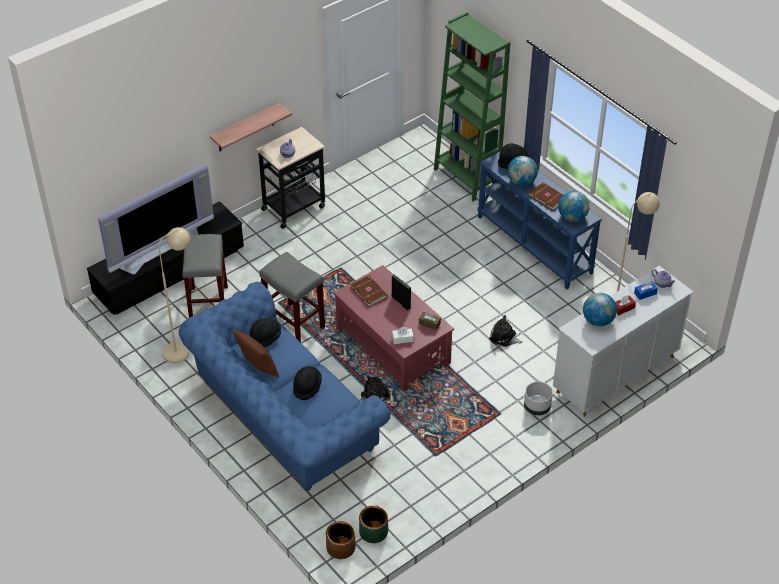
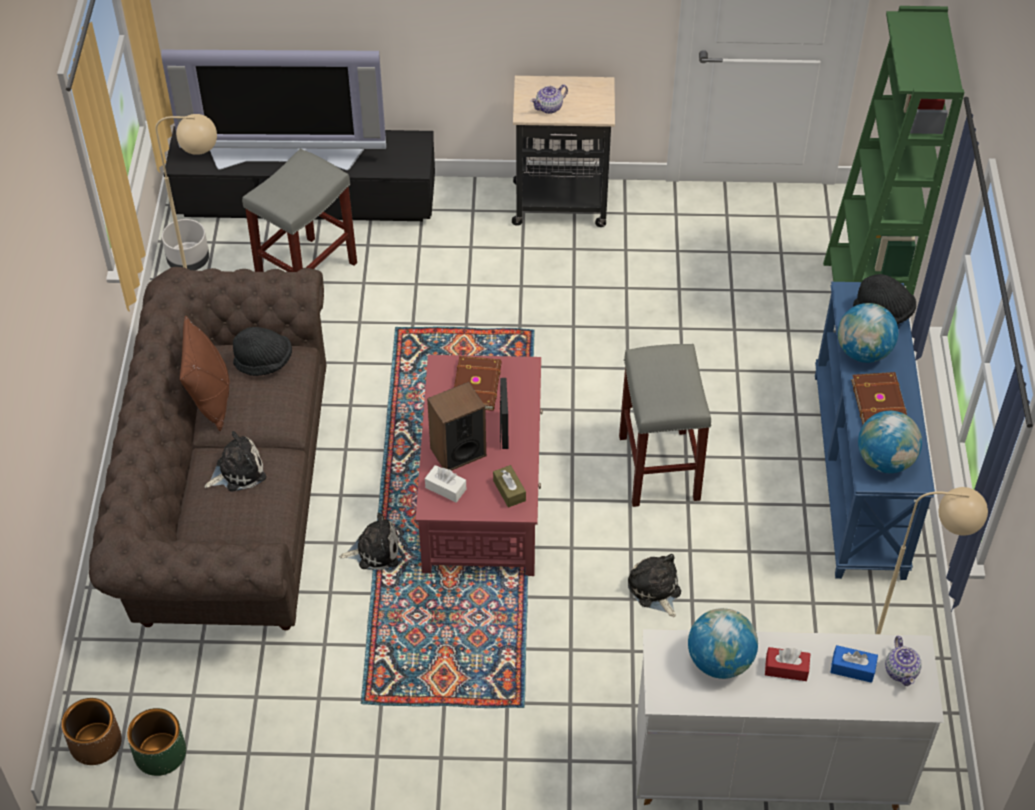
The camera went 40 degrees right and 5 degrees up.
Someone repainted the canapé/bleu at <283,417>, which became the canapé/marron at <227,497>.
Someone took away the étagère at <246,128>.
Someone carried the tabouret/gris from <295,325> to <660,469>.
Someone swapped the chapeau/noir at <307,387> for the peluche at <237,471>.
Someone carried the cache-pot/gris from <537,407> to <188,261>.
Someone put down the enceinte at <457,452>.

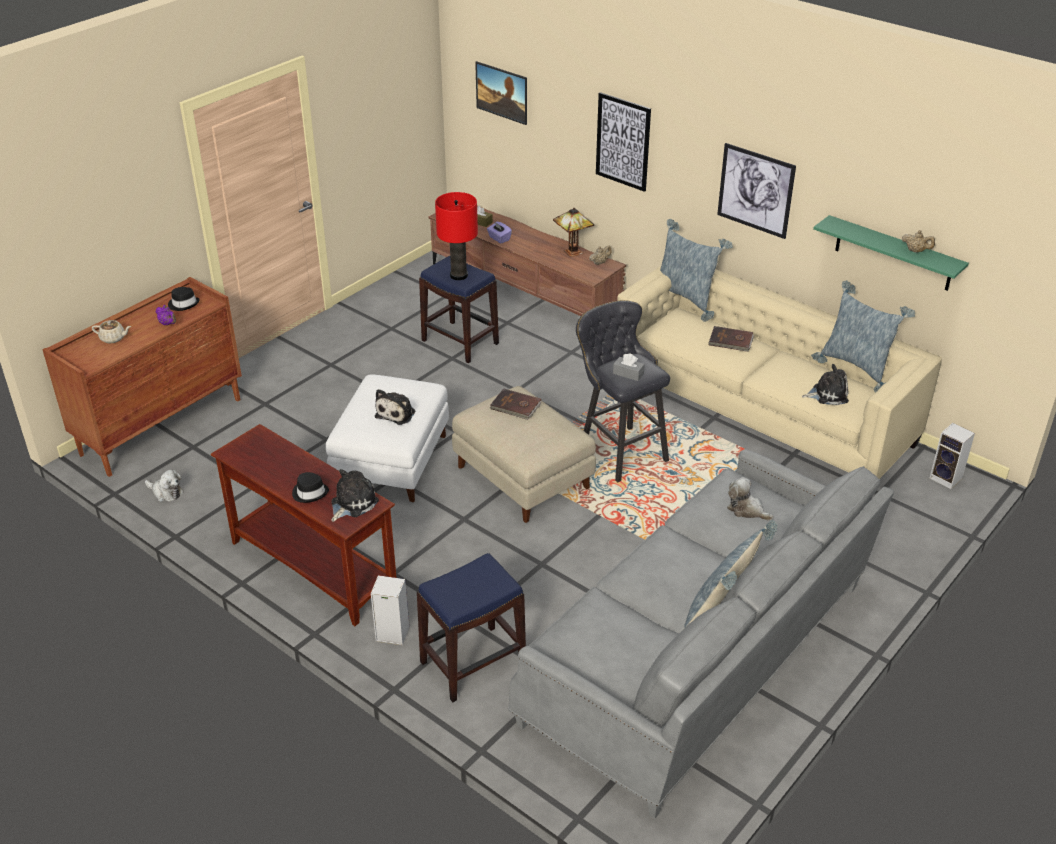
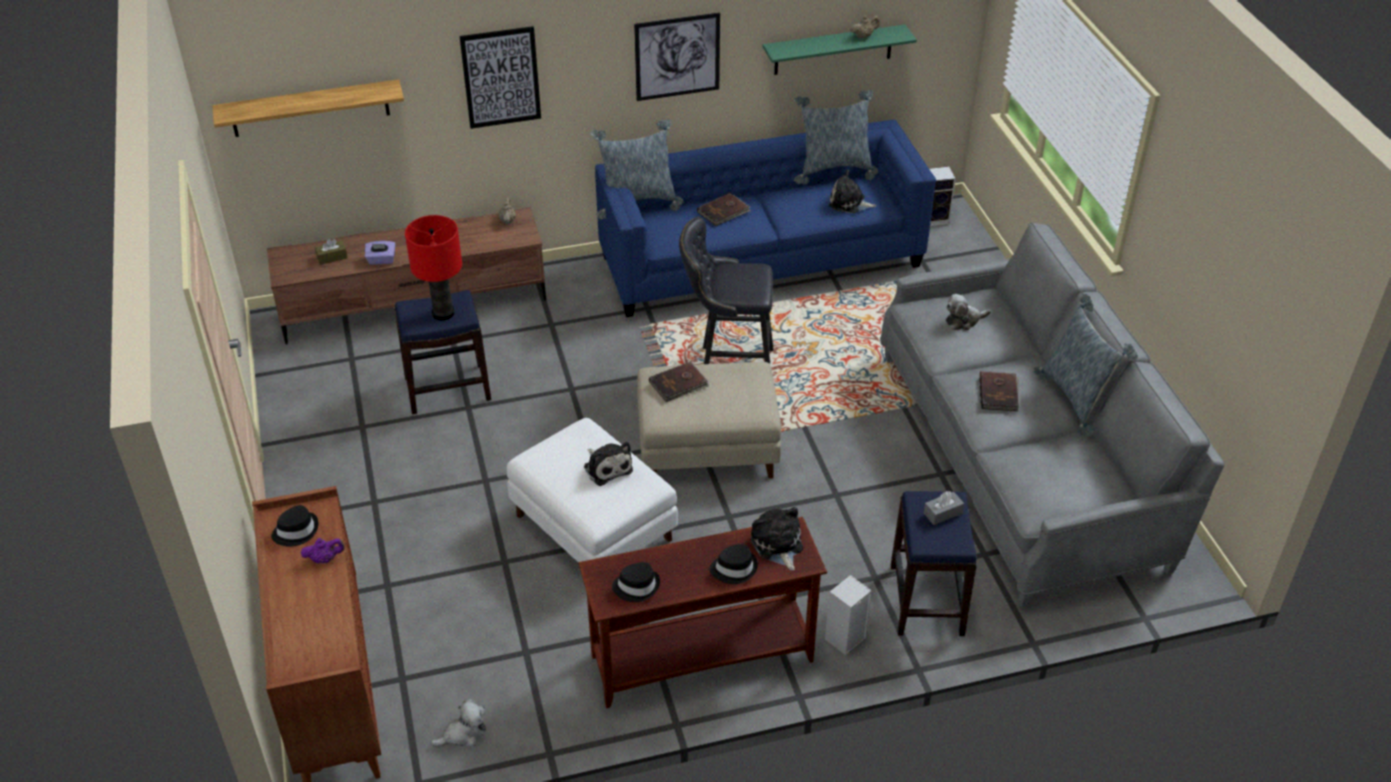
The camera went 55 degrees left and 5 degrees up.
Someone took away the théière/beige at <113,338>.
Someone swapped the tableau at <501,104> for the étagère at <310,108>.
Someone took away the lampe de table at <572,253>.
Someone carried the boîte à mouchoirs/gris from <628,373> to <942,513>.
Someone repainted the canapé/beige at <761,411>, which became the canapé/bleu at <761,261>.
Someone rotated the peluche at <827,394> by 105 degrees counterclockwise.
Someone put down the chapeau/noir at <636,586>.
Someone put down the livre/marron at <999,393>.

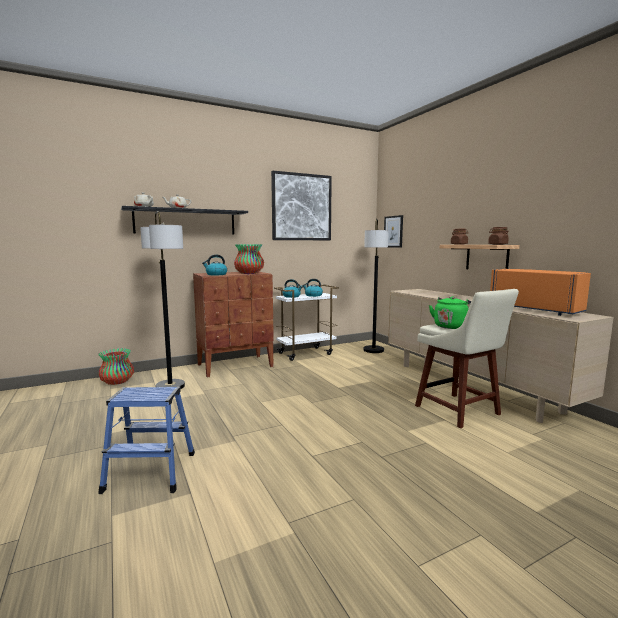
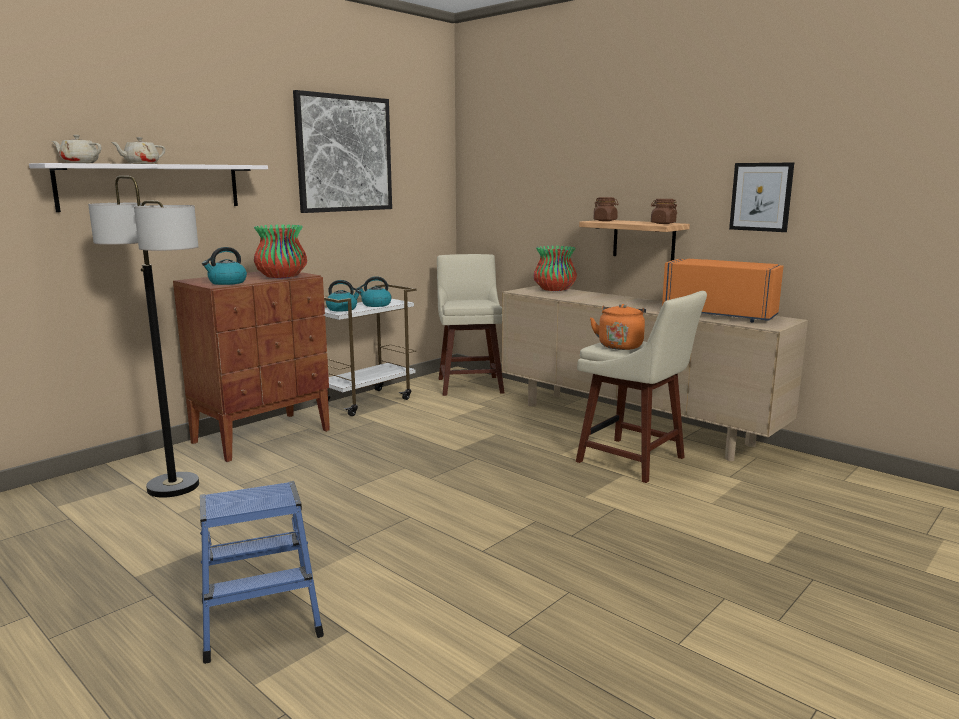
The camera went 20 degrees left and 5 degrees up.
Someone carried the vase from <117,382> to <555,290>.
Someone repainted the étagère/noir at <186,222>, which became the étagère/blanc at <152,186>.
Someone swapped the lampadaire at <373,350> for the tabouret/beige at <470,384>.
Someone carried the tableau from <393,231> to <761,197>.
Someone repainted the bouilloire/vert at <450,326>, which became the bouilloire/orange at <620,346>.

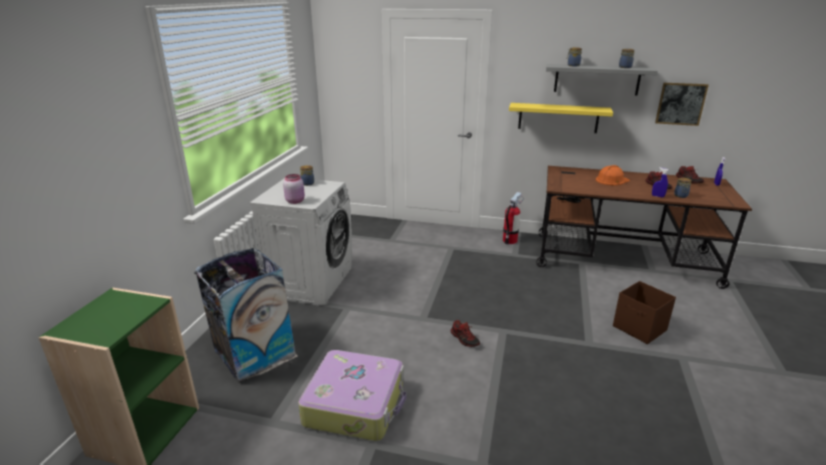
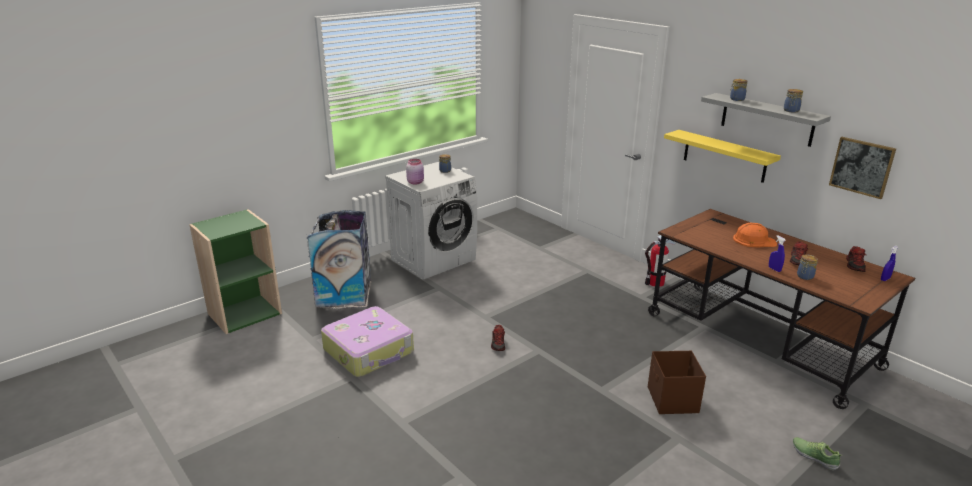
The camera went 35 degrees right and 0 degrees up.
Someone put down the chaussure at <814,456>.

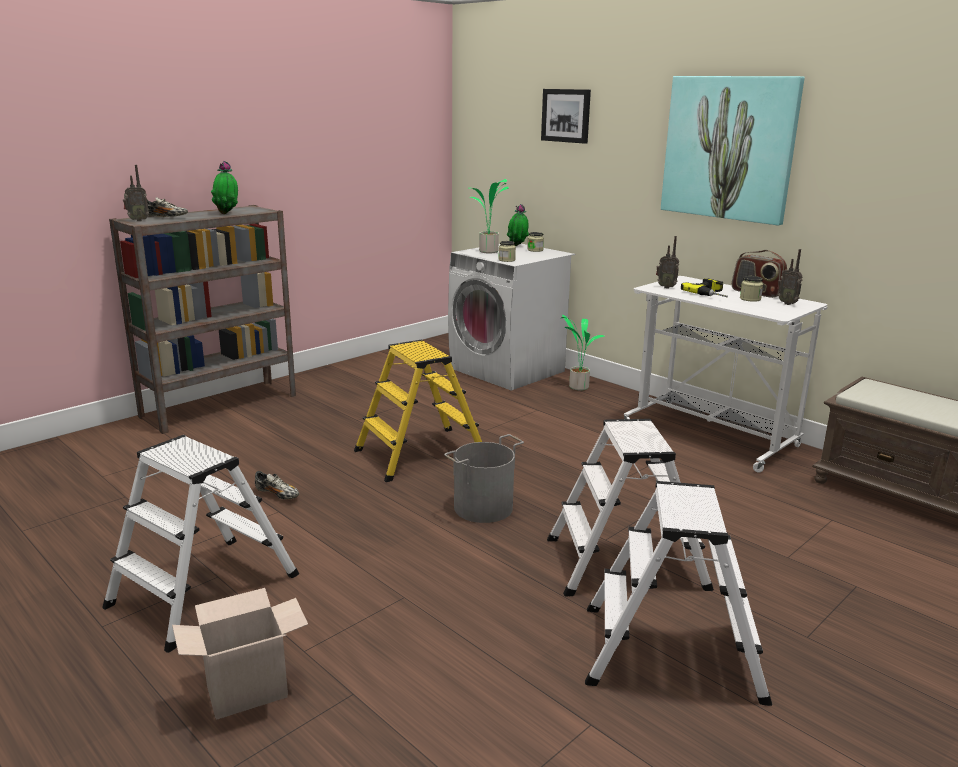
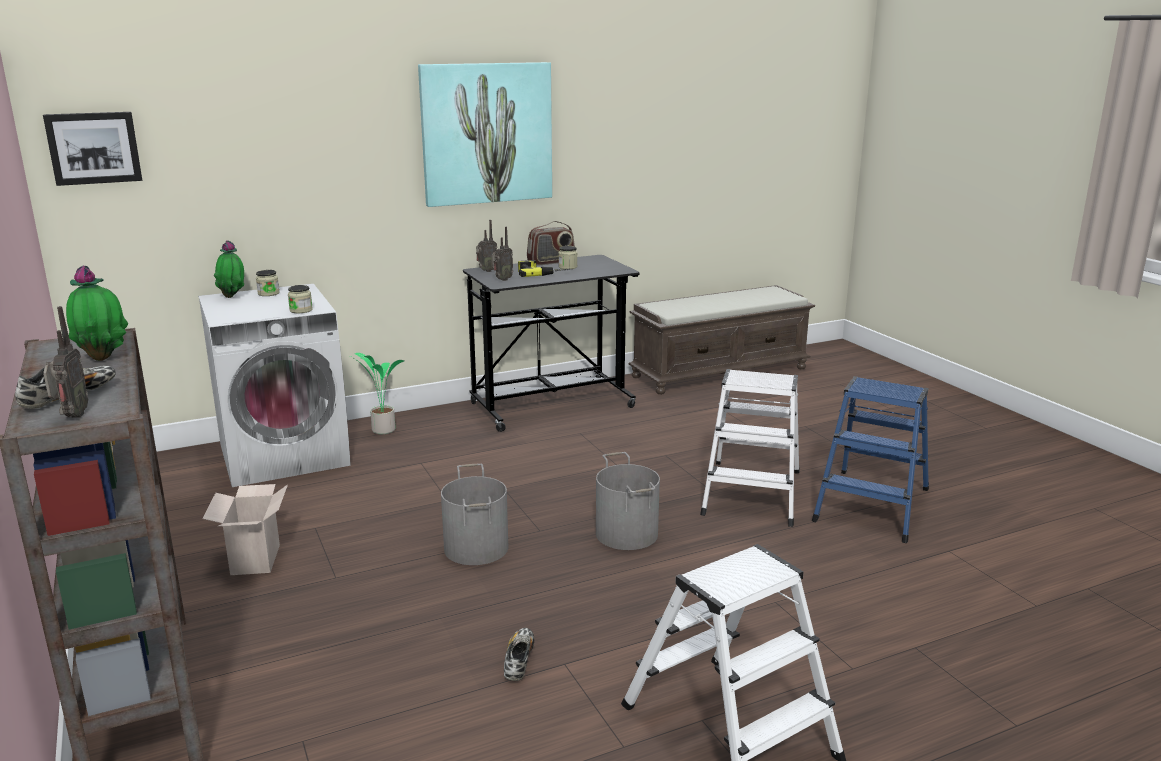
The camera went 70 degrees left and 0 degrees up.
Someone carried the carton from <249,689> to <254,559>.
Someone rotated the chaussure at <277,495> by 45 degrees counterclockwise.
Someone swapped the escabeau/jaune at <420,453> for the seau/gris at <477,548>.
Someone took away the plante en pot at <488,252>.
Someone carried the tableau from <566,115> to <94,148>.
Someone repainted the escabeau/blanc at <672,653>, which became the escabeau/bleu at <872,504>.
Someone repainted the bureau/blanc at <710,435>, which became the bureau/noir at <552,405>.
Someone carried the radio from <787,303> to <486,271>.

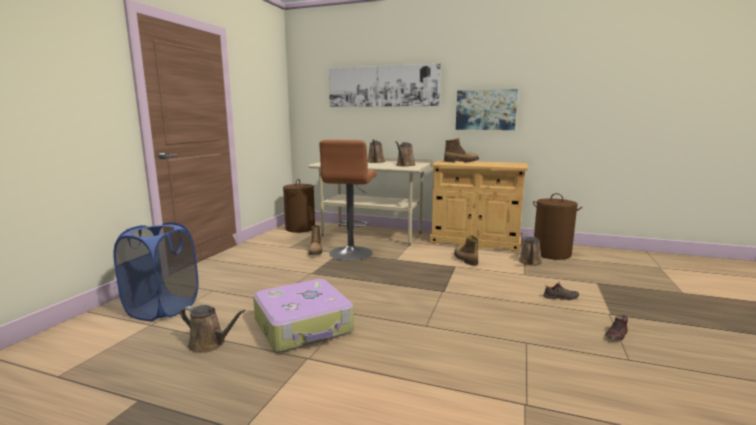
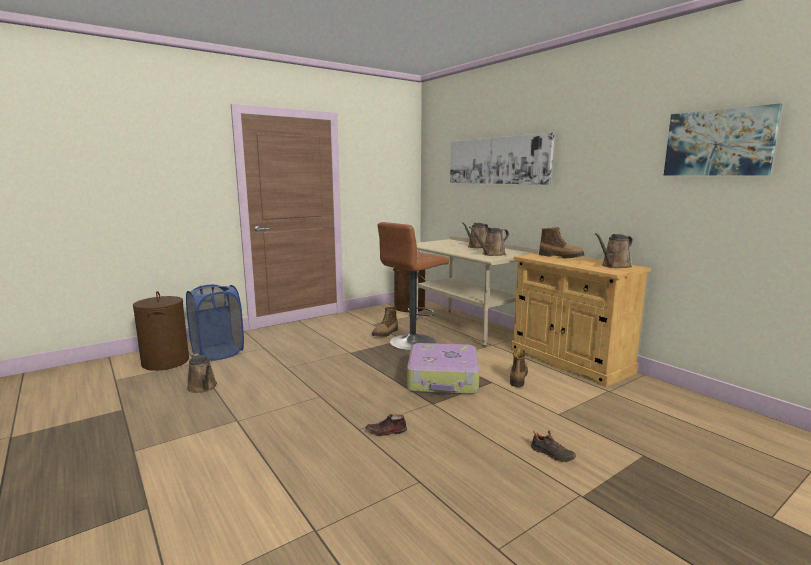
The camera went 35 degrees right and 0 degrees up.
Someone carried the valise from <304,326> to <443,380>.
Someone carried the tableau from <486,110> to <718,143>.
Someone carried the arrosoir/marron from <530,262> to <614,266>.
Someone carried the panier à linge/marron from <552,253> to <165,362>.
Someone carried the chaussure/marron from <616,335> to <386,431>.

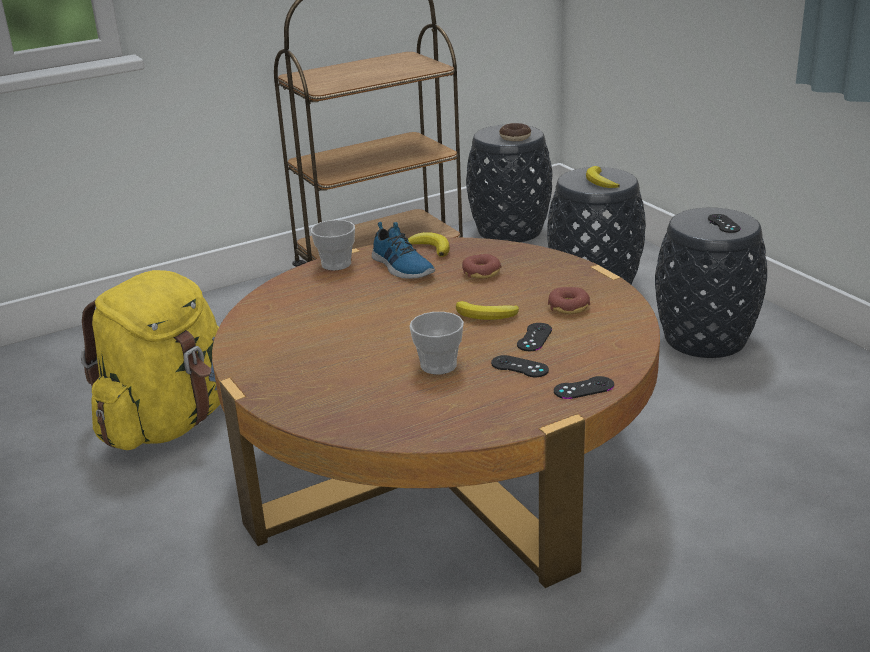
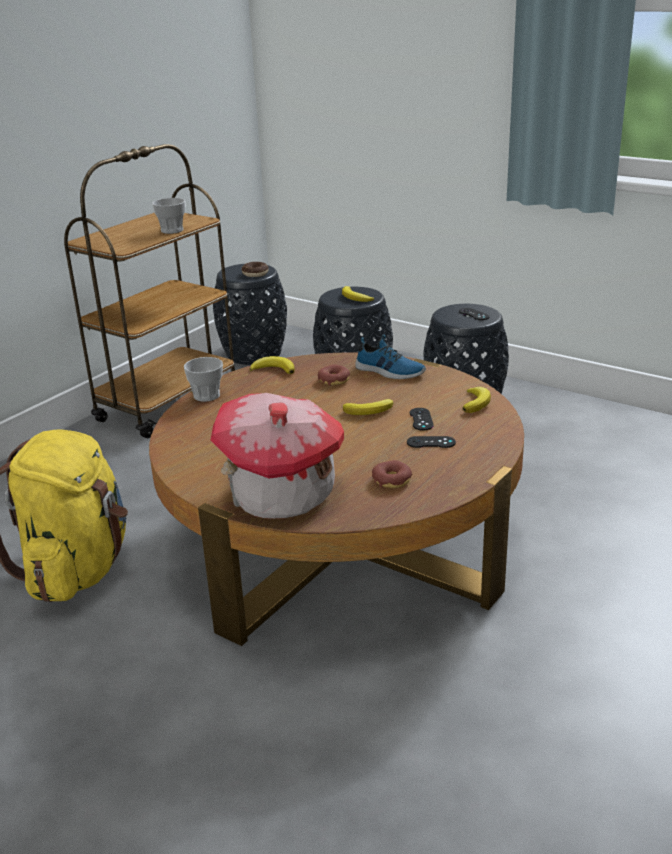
The camera went 25 degrees left and 0 degrees up.
Someone carried the chaussure from <401,267> to <389,371>.
Someone carried the tasse from <438,365> to <172,230>.
Someone carried the beignet from <568,307> to <392,480>.
Someone took away the manette/noir at <584,388>.
Someone put down the maison miniature at <281,493>.
Someone put down the banane at <476,402>.

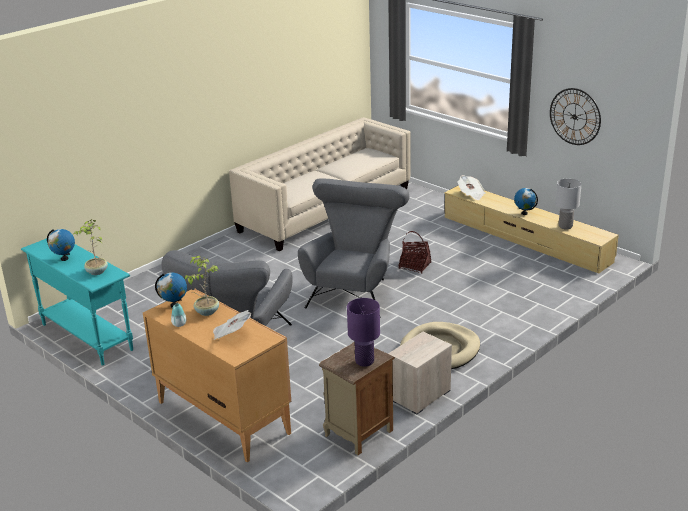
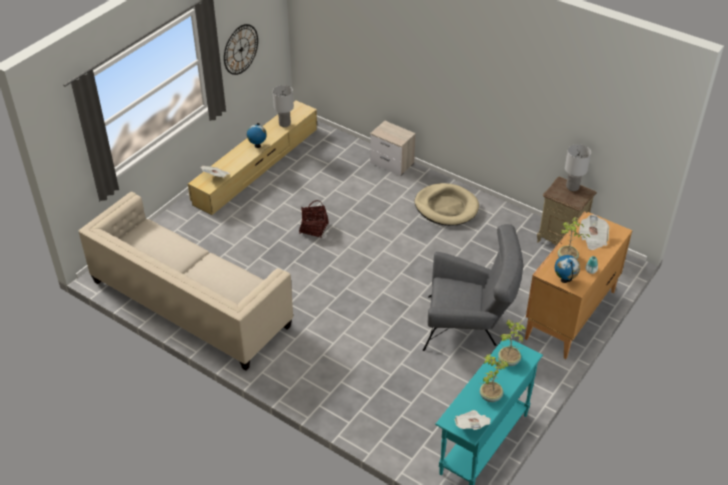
The camera went 100 degrees left and 15 degrees up.
Someone swapped the globe at <64,259> for the plante en pot at <490,396>.
Someone took away the fauteuil/gris at <354,289>.
Someone repainted the lampe de table/violet at <365,363>, which became the lampe de table/gris at <572,188>.
Someone carried the table de chevet from <419,395> to <392,163>.
Someone put down the journal at <471,426>.

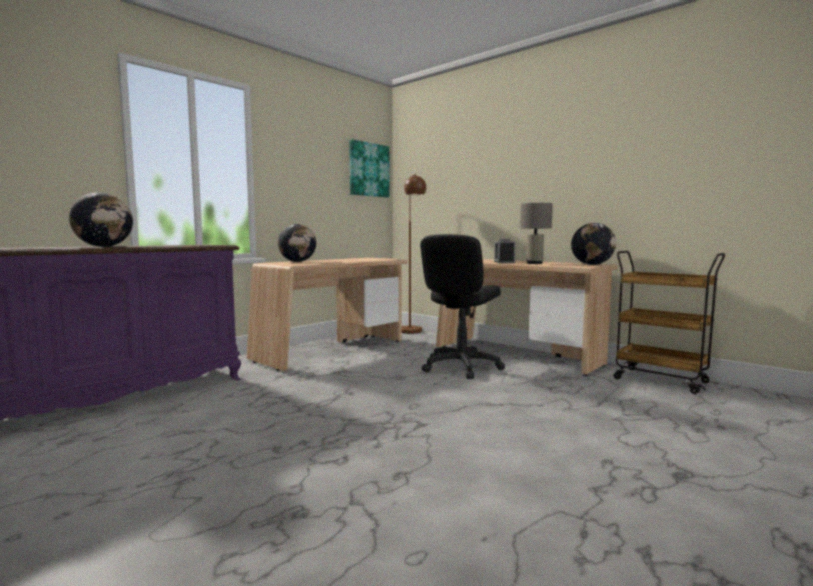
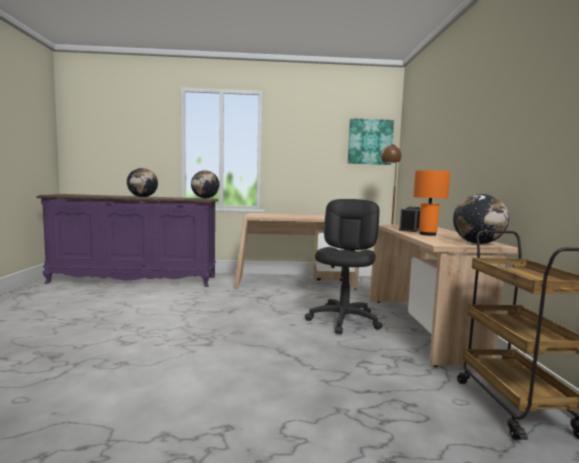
The camera went 45 degrees right and 0 degrees up.
Someone carried the globe from <297,261> to <205,198>.
Someone rotated the chaise de bureau/noir at <460,367> by 120 degrees clockwise.
Someone repainted the lampe de table/gris at <535,263>, which became the lampe de table/orange at <427,234>.

